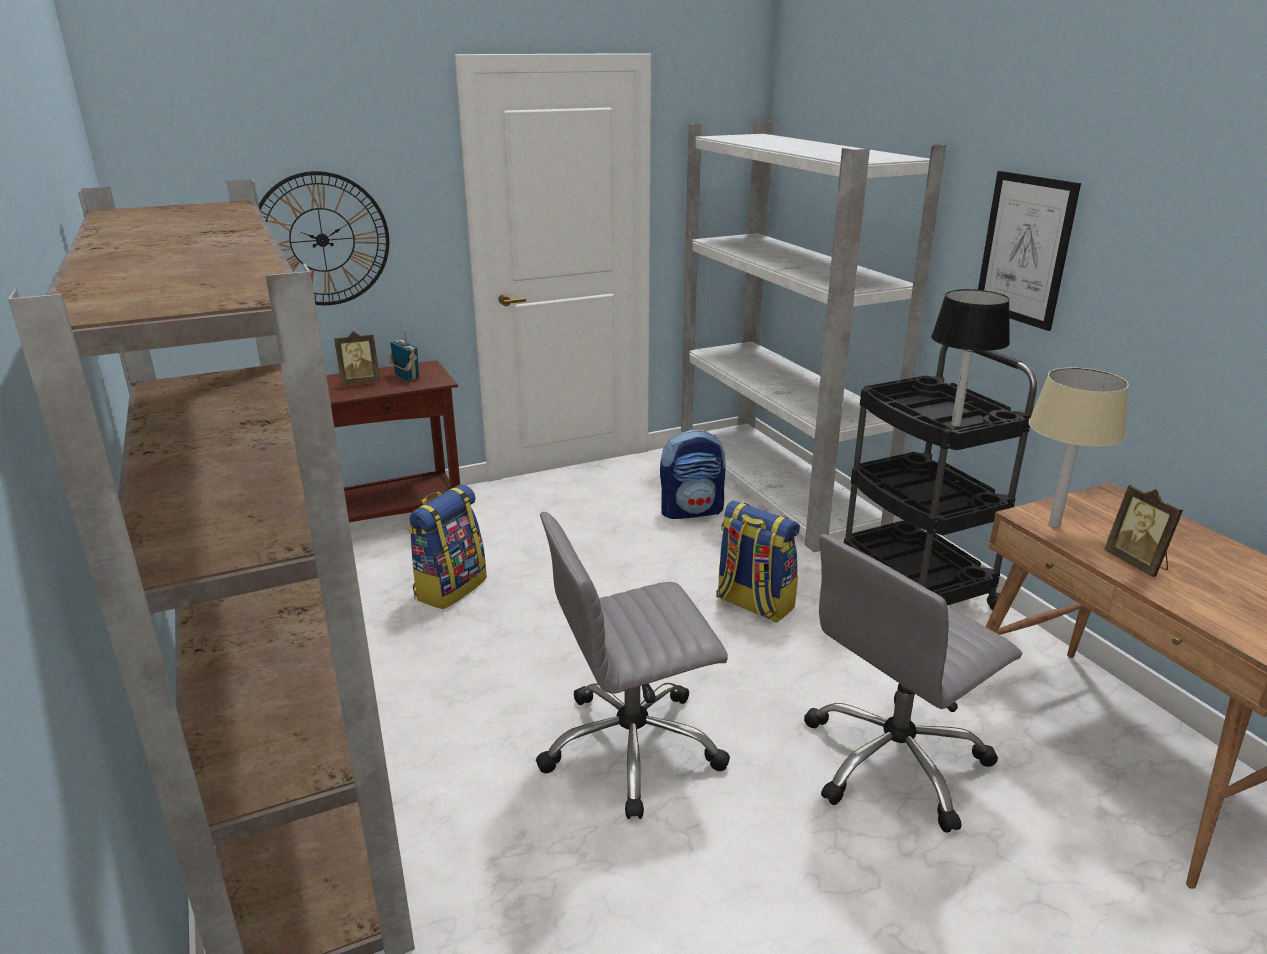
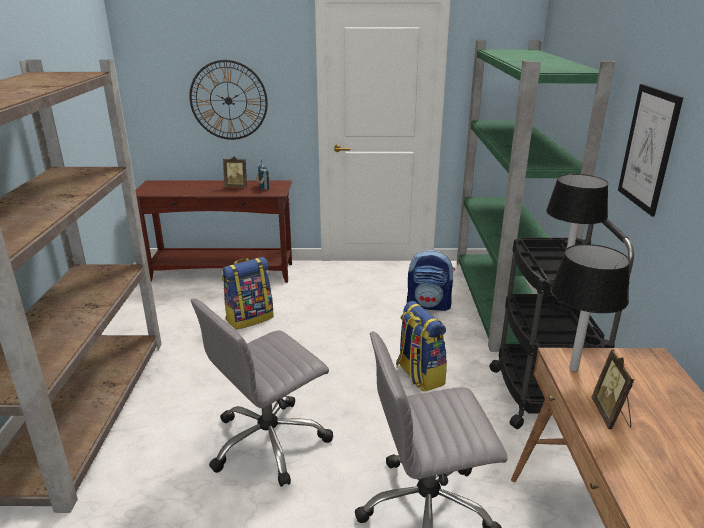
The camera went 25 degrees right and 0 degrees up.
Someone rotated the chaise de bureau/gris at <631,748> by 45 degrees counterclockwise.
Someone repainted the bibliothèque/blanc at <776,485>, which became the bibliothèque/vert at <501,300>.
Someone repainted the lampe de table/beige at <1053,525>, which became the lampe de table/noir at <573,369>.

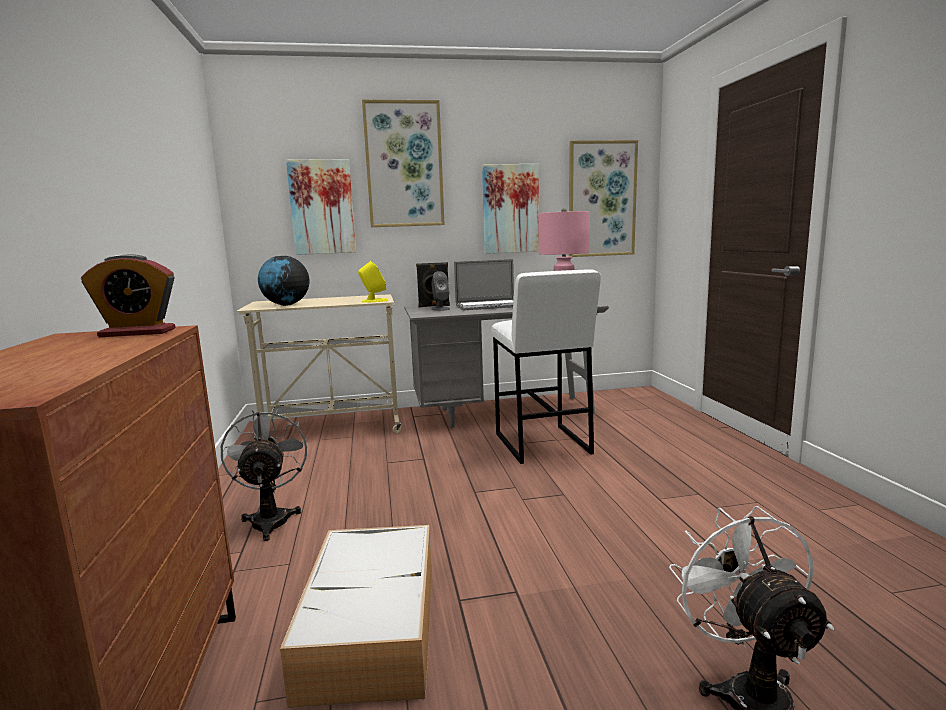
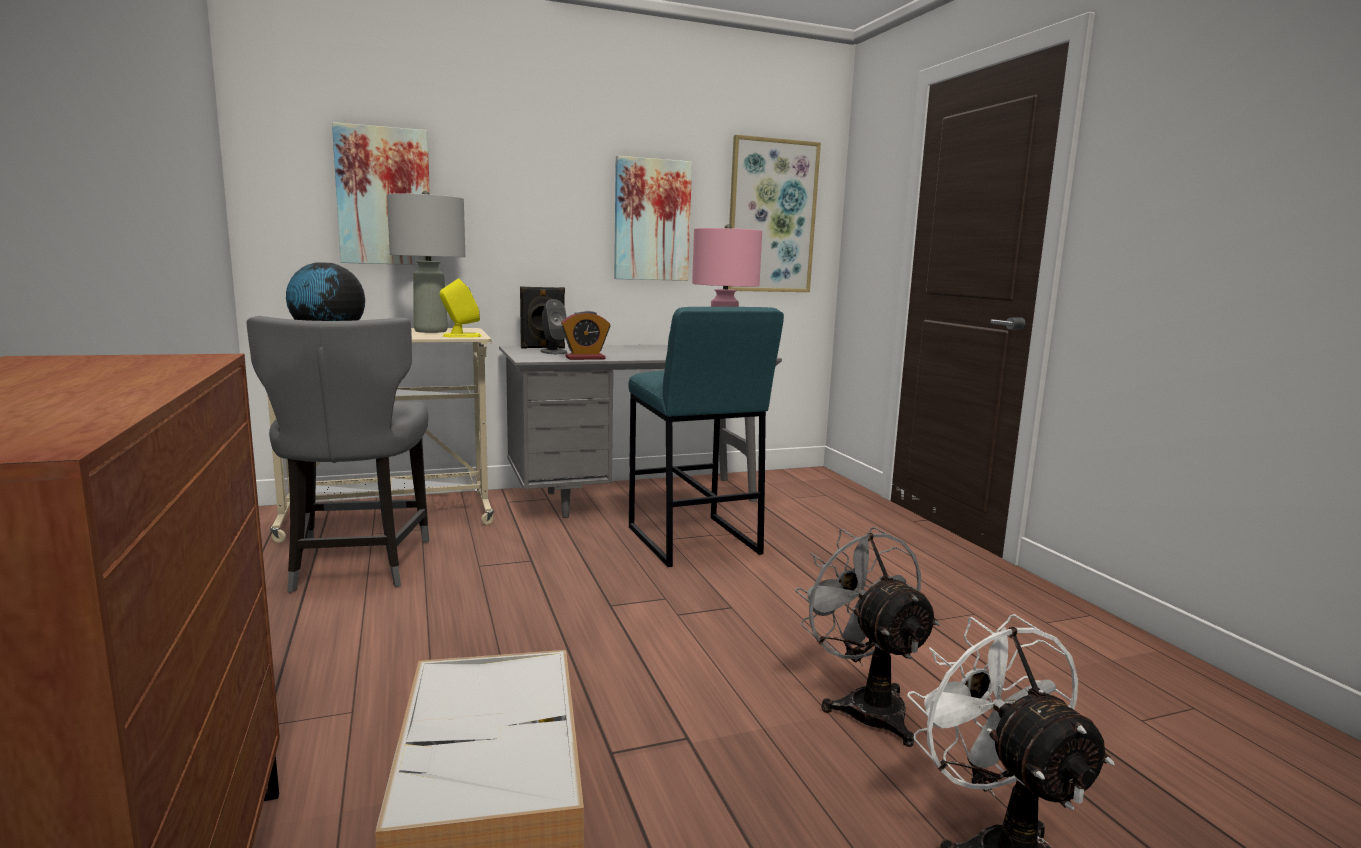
The camera went 10 degrees left and 0 degrees up.
Someone carried the réveil from <138,333> to <585,358>.
Someone carried the ventilateur/gris from <271,518> to <865,705>.
Someone took away the tableau at <404,165>.
Someone took away the ordinateur portable at <489,306>.
Someone repainted the tabouret/blanc at <543,444>, which became the tabouret/turquoise at <694,541>.
Someone put down the chaise/gris at <356,566>.
Someone put down the lampe de table/gris at <431,331>.

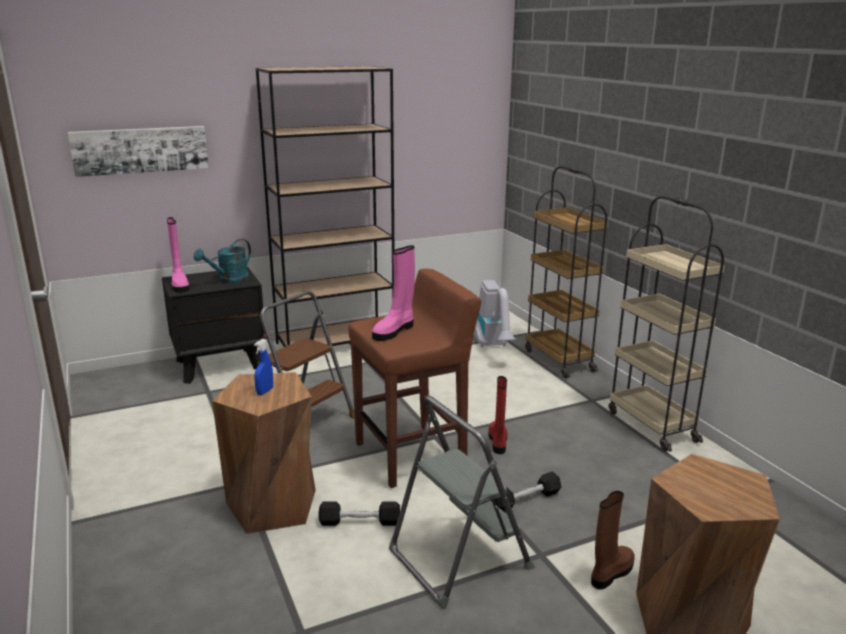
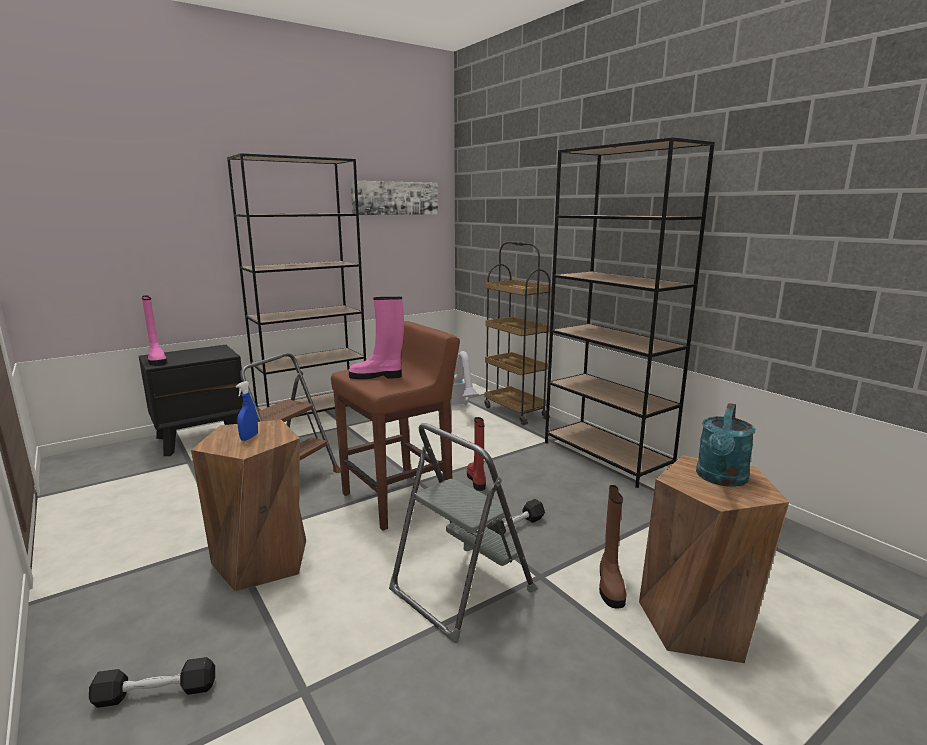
The camera went 10 degrees left and 5 degrees down.
Someone carried the tableau from <140,150> to <395,198>.
Someone carried the arrosoir/turquoise from <229,280> to <721,479>.
Someone carried the haltère/noir from <359,522> to <156,693>.
Someone rotated the botte/rose at <394,331> by 60 degrees clockwise.
Someone rotated the botte/marron at <611,573> by 150 degrees clockwise.
Someone swapped the chariot/beige at <652,426> for the bibliothèque/beige at <607,456>.

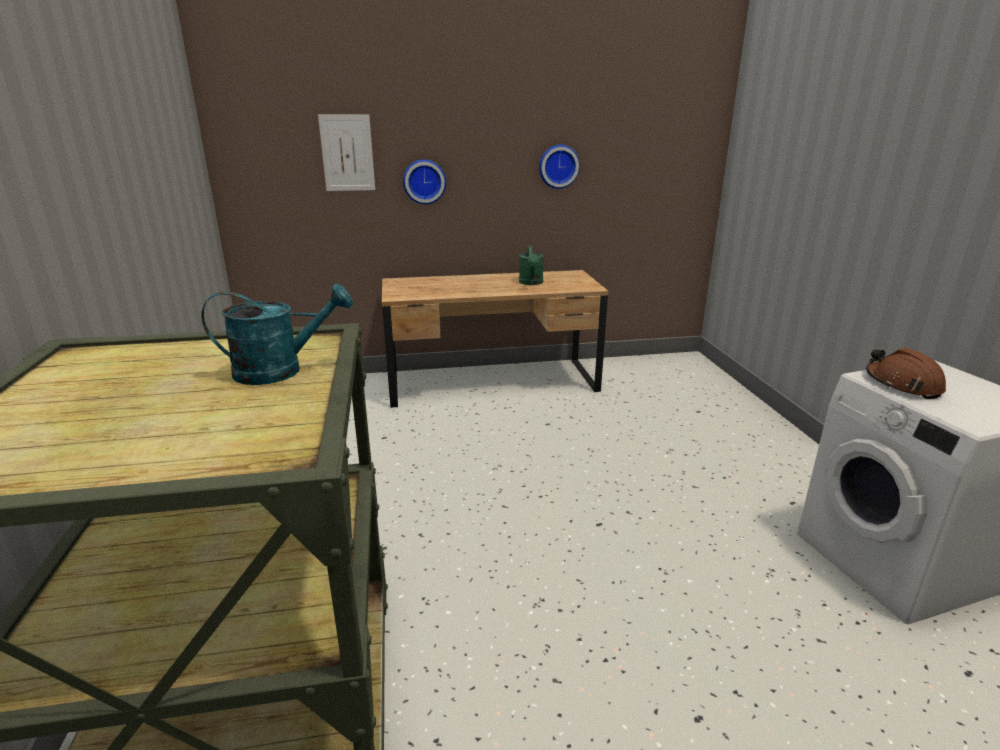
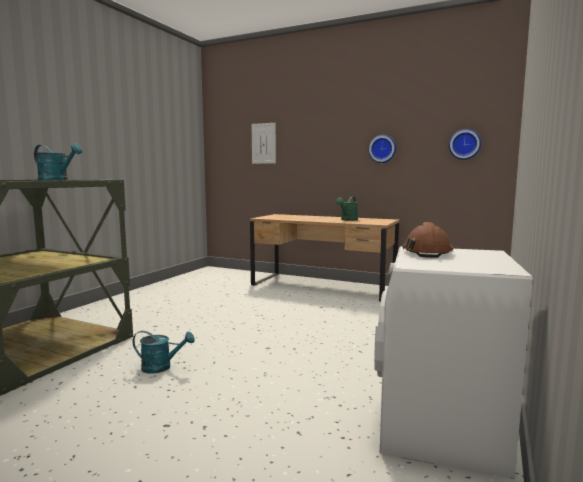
The camera went 35 degrees right and 15 degrees down.
Someone carried the horloge murale from <424,181> to <464,144>.
Someone put down the arrosoir/turquoise at <162,367>.

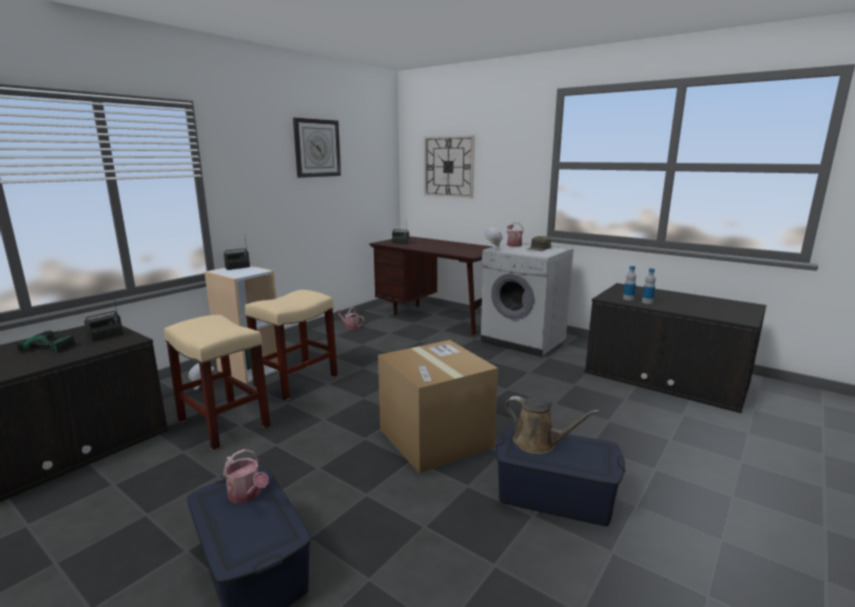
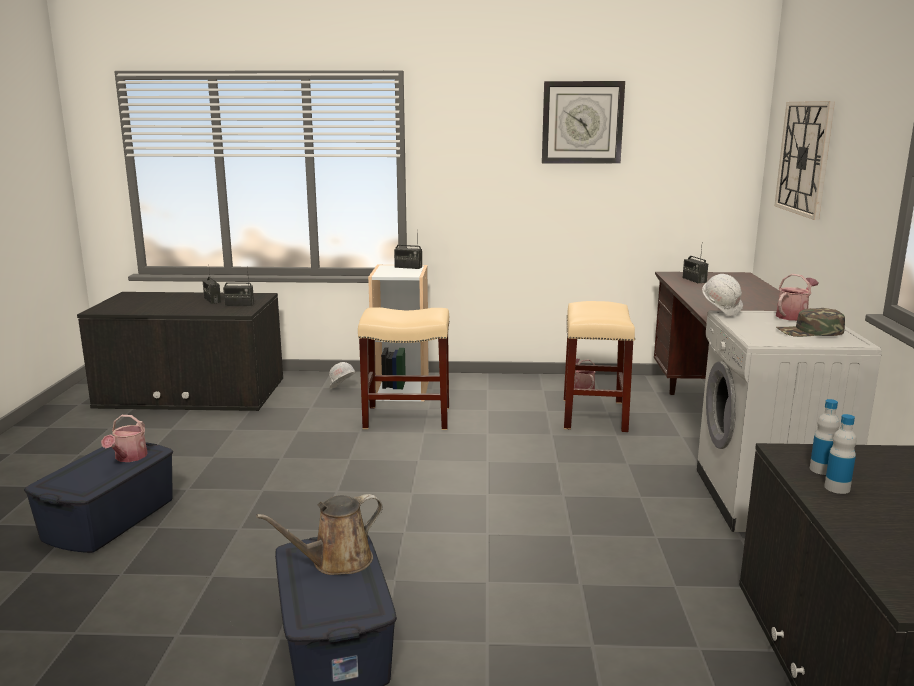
The camera went 55 degrees right and 0 degrees up.
Someone swapped the perceuse at <57,343> for the radio at <212,300>.
Someone carried the tabouret/beige from <222,423> to <593,414>.
Someone took away the carton at <435,438>.
Someone rotated the arrosoir/marron at <538,443> by 60 degrees clockwise.

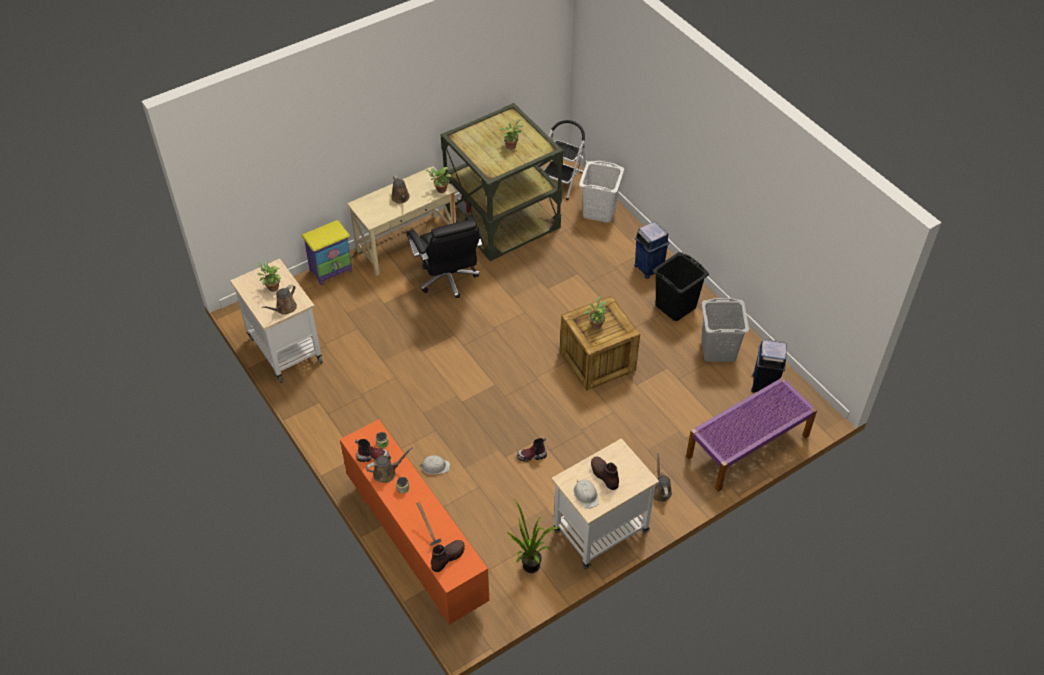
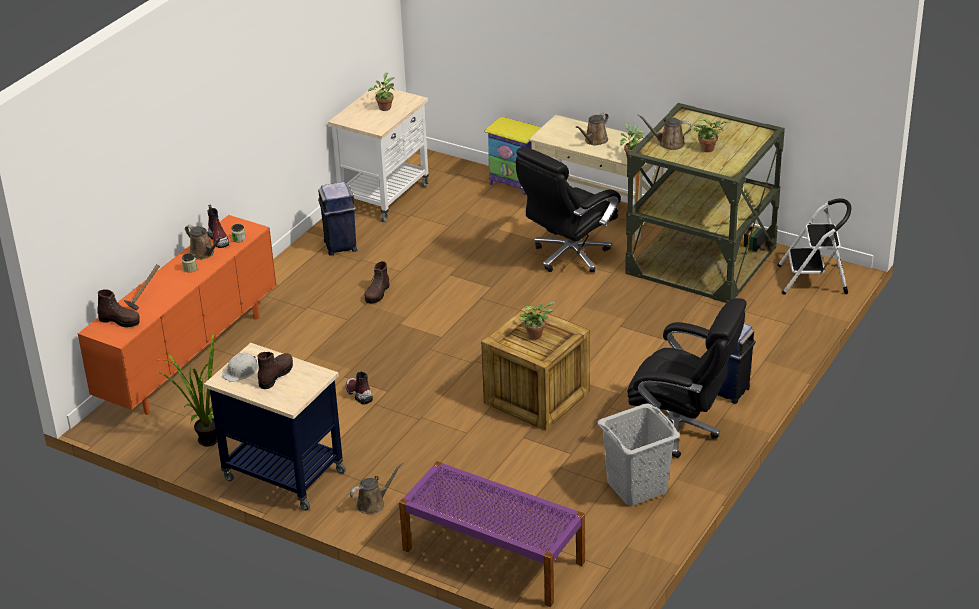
The camera went 65 degrees right and 15 degrees down.
Someone carried the arrosoir/marron from <284,308> to <669,144>.
Someone took away the casque de chantier/blanc at <435,466>.
Someone repainted the chariot/blanc at <600,532>, which became the chariot/bleu at <283,476>.
Someone took away the panier à linge/blanc at <599,211>.
Someone swapped the panier à linge/noir at <676,306> for the chaise de bureau/noir at <681,431>.
Someone carried the poubelle/bleu from <764,384> to <340,246>.
Someone put down the botte/marron at <377,294>.

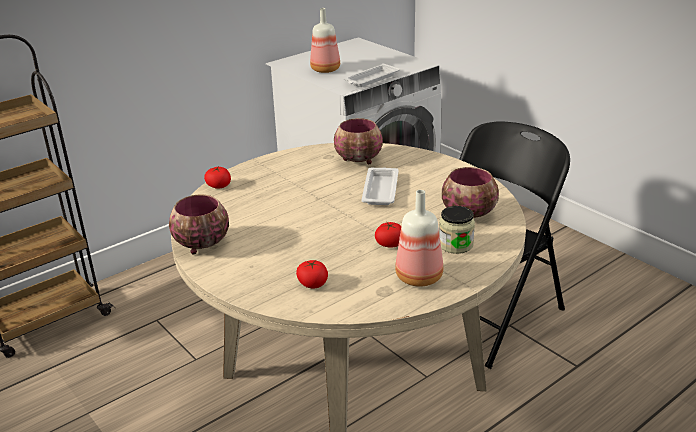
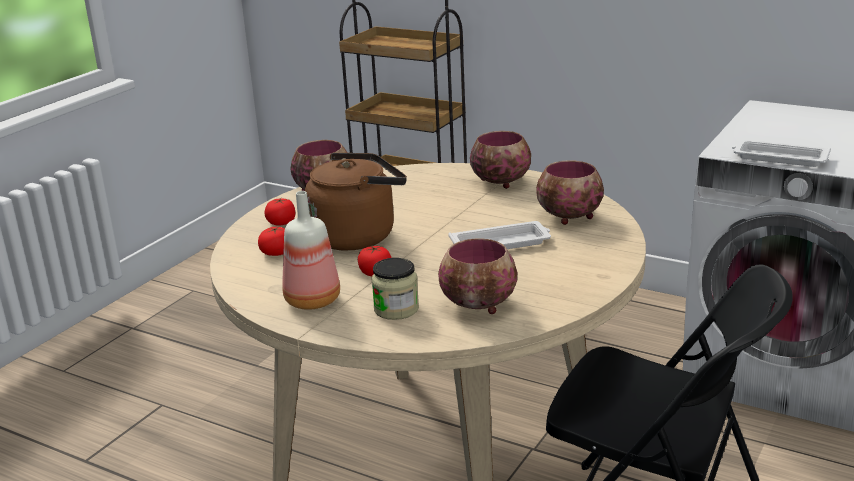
The camera went 70 degrees right and 5 degrees down.
Someone carried the tomate from <219,186> to <281,222>.
Someone took away the bouteille at <326,69>.
Someone put down the bouilloire/marron at <358,236>.
Someone put down the bol at <501,182>.

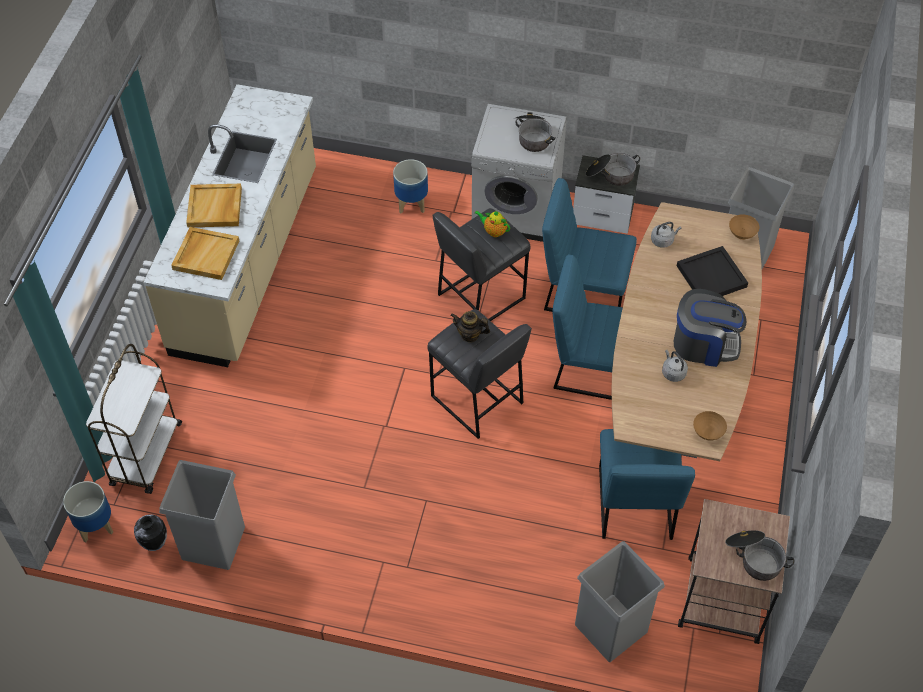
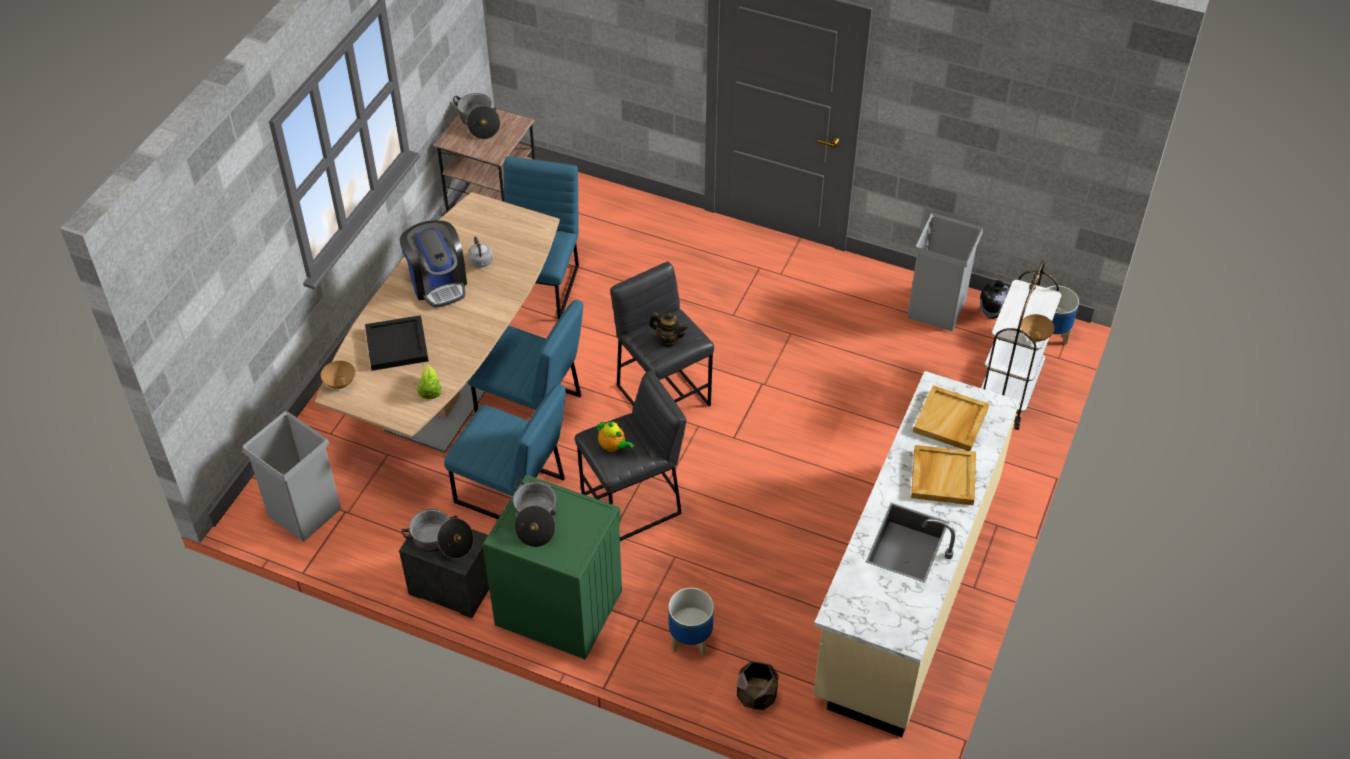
The camera went 170 degrees left and 5 degrees down.
Someone repainted the lave-linge/blanc at <516,213>, which became the lave-linge/vert at <559,606>.
Someone took away the poubelle/gris at <610,627>.
Someone swapped the bouilloire/gris at <663,240> for the laitue at <429,390>.
Someone rotated the machine à café at <704,344> by 135 degrees counterclockwise.
Someone carried the bol/marron from <708,433> to <1034,337>.
Someone put down the cache-pot/marron at <756,696>.

